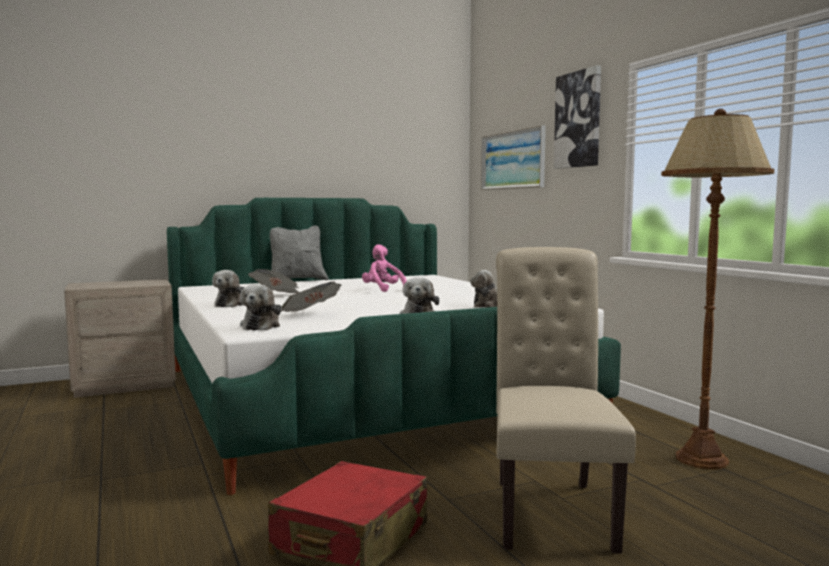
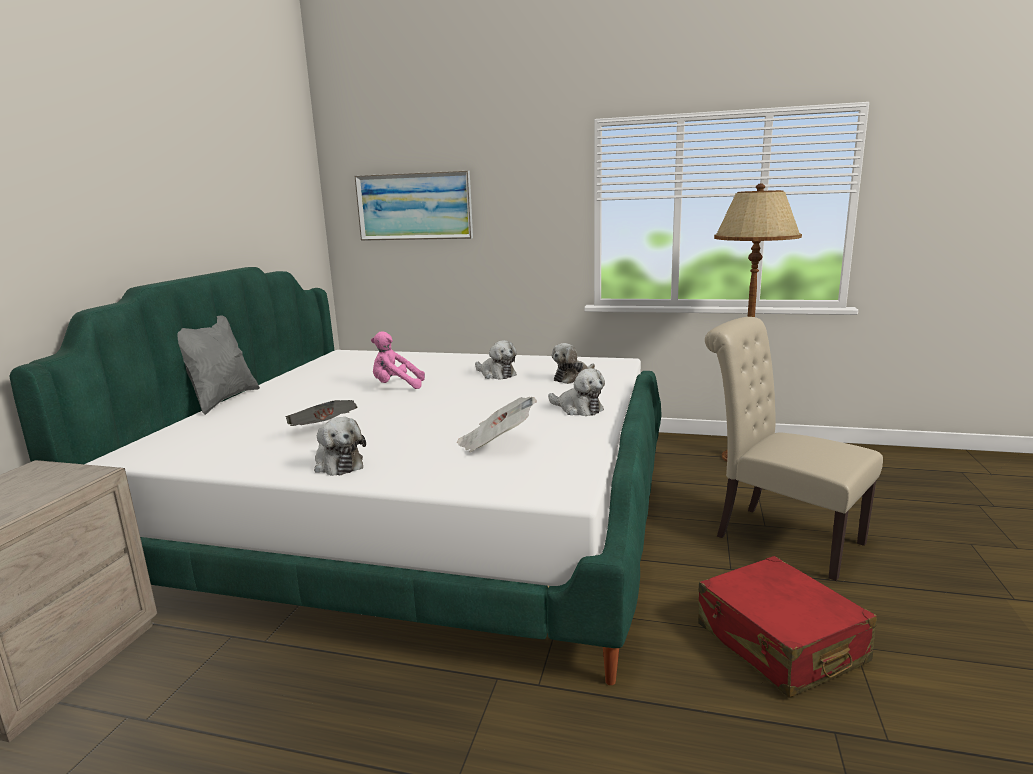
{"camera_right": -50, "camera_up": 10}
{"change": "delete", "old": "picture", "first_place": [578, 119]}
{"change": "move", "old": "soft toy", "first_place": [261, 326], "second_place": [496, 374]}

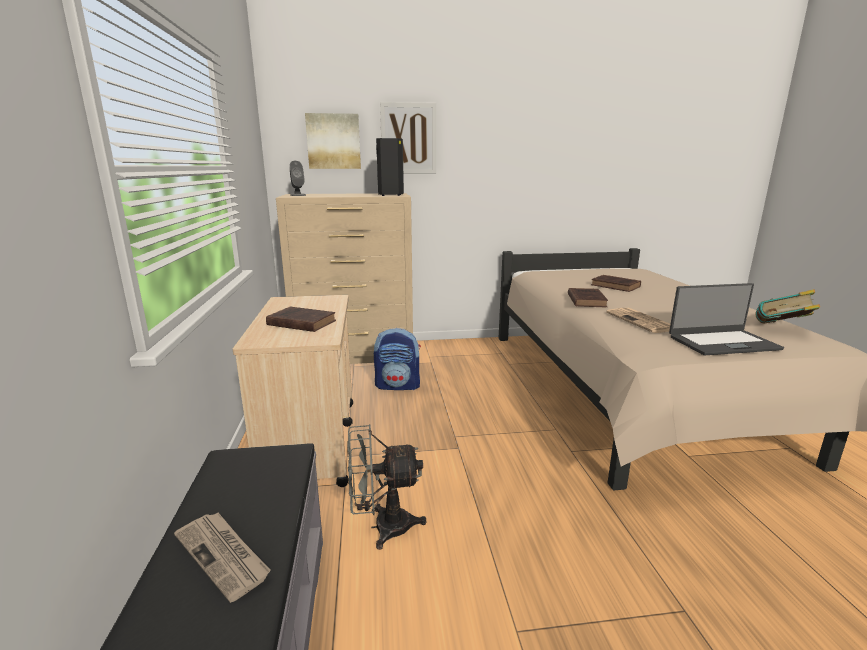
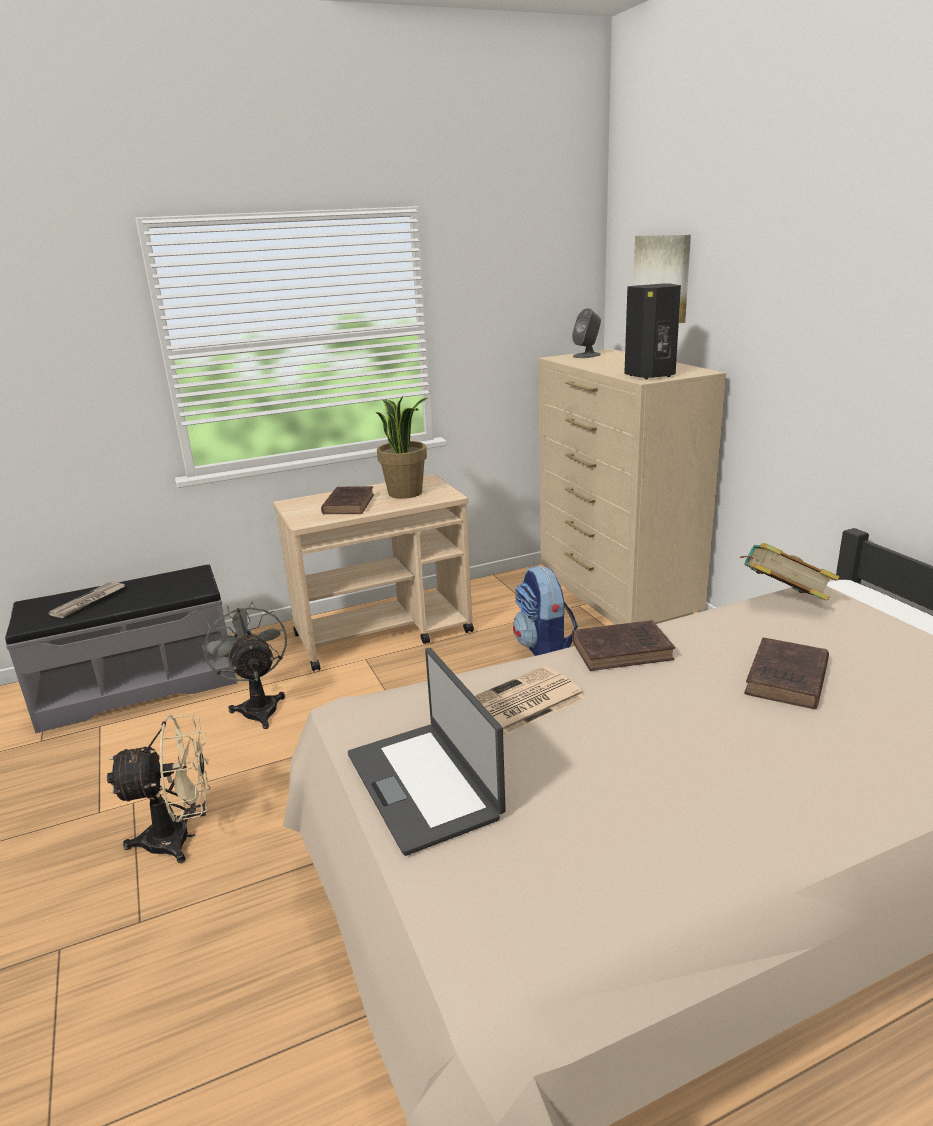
{"camera_right": 75, "camera_up": 5}
{"change": "delete", "old": "picture", "first_place": [408, 139]}
{"change": "insert", "new": "fan in sand-coloured", "second_place": [180, 838]}
{"change": "insert", "new": "potted plant", "second_place": [406, 493]}
{"change": "move", "old": "volume", "first_place": [781, 330], "second_place": [782, 600]}

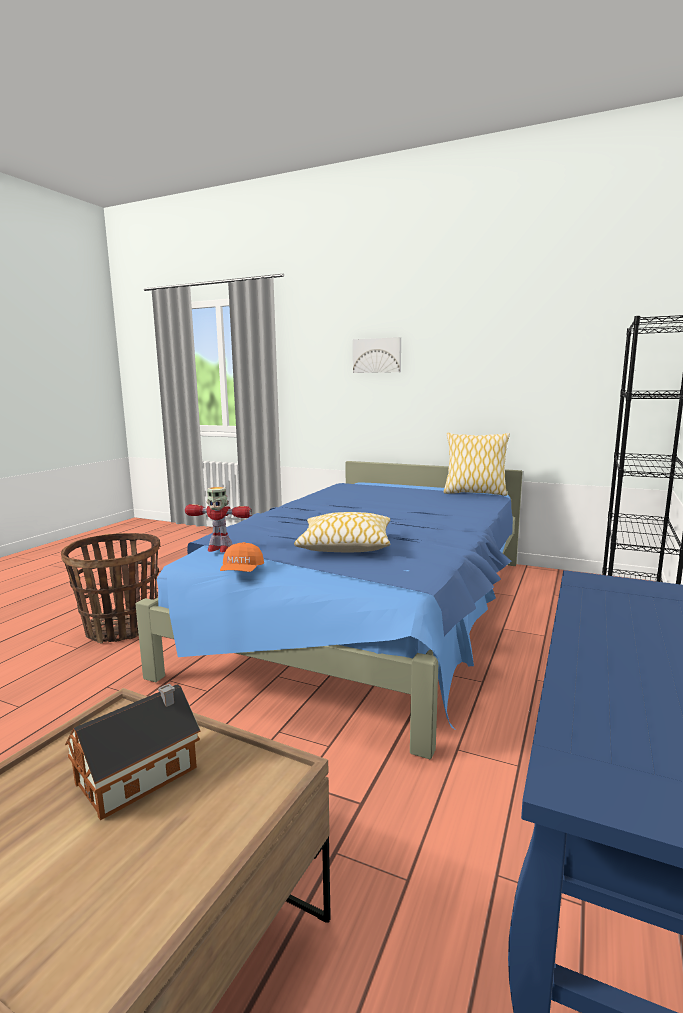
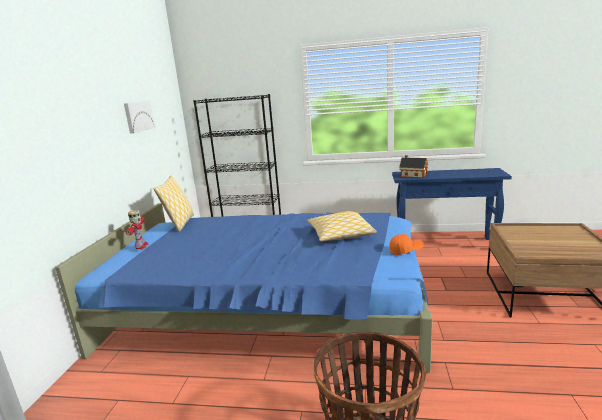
{"camera_right": -105, "camera_up": 5}
{"change": "move", "old": "model house", "first_place": [142, 773], "second_place": [412, 175]}
{"change": "move", "old": "robot figure", "first_place": [219, 549], "second_place": [141, 246]}
{"change": "move", "old": "picture", "first_place": [377, 355], "second_place": [138, 116]}

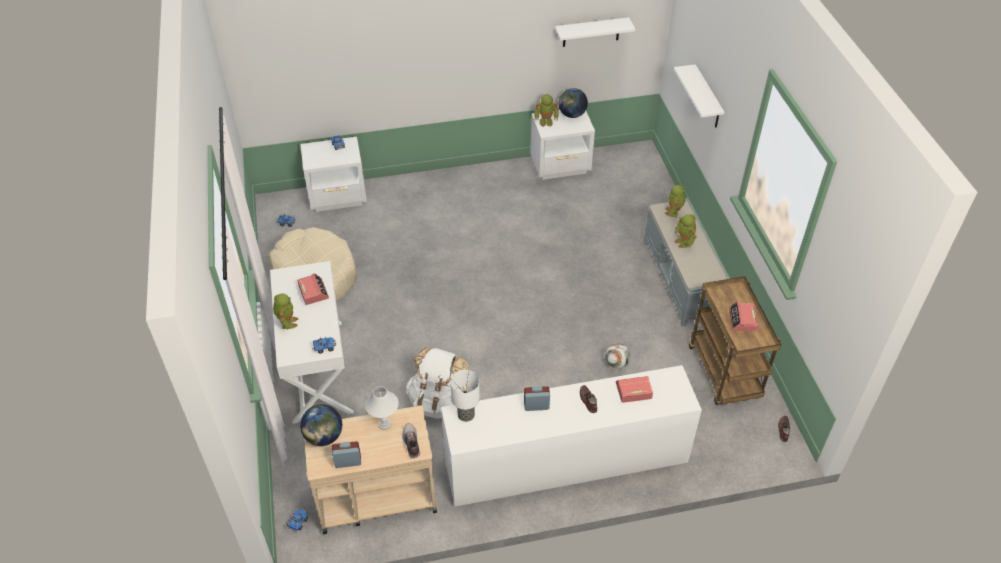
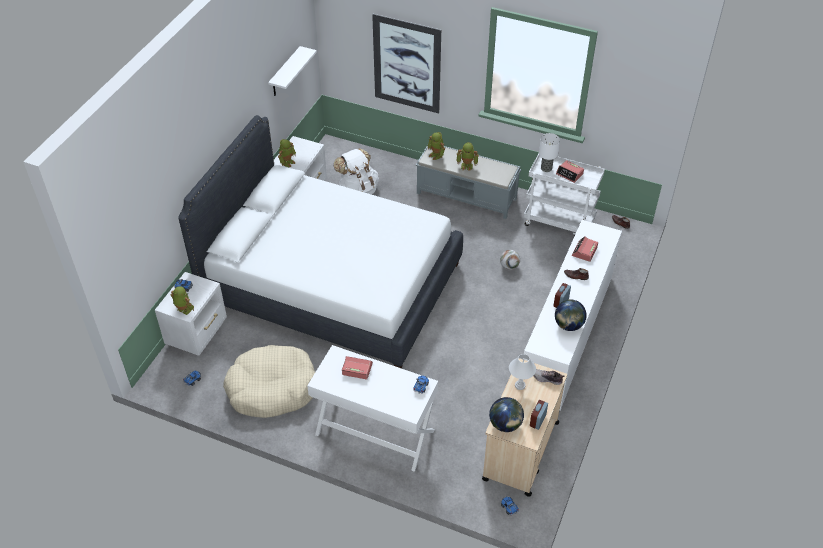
{"camera_right": -55, "camera_up": 0}
{"change": "insert", "new": "bed in white", "second_place": [332, 283]}
{"change": "move", "old": "robot figure", "first_place": [287, 322], "second_place": [183, 310]}
{"change": "move", "old": "rucksack in white", "first_place": [438, 401], "second_place": [358, 189]}
{"change": "move", "old": "table lamp", "first_place": [466, 415], "second_place": [546, 168]}
{"change": "move", "old": "world globe", "first_place": [572, 115], "second_place": [568, 325]}
{"change": "replace", "old": "bracket shelf in white", "new": "picture", "first_place": [707, 98], "second_place": [407, 64]}
{"change": "recolor", "old": "cart in brown-coloured", "new": "cart in white", "first_place": [725, 373], "second_place": [559, 222]}

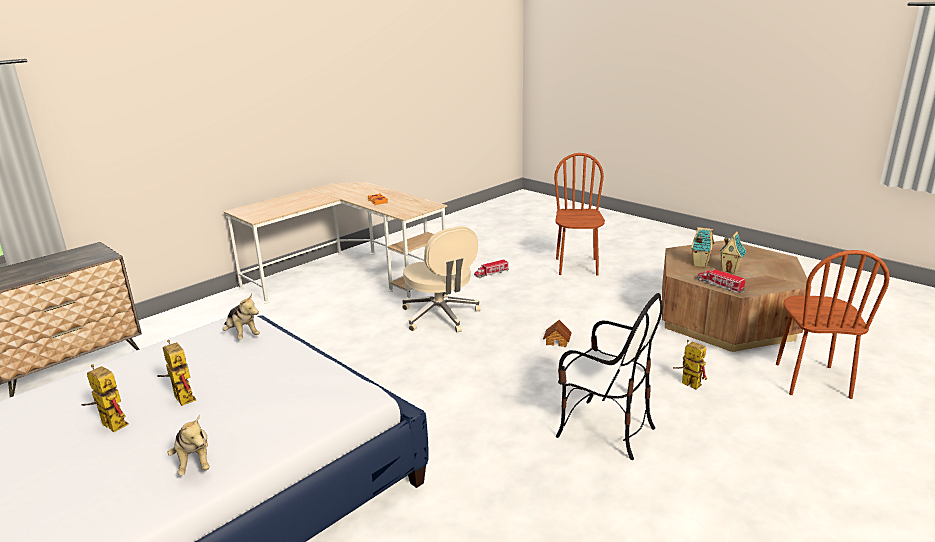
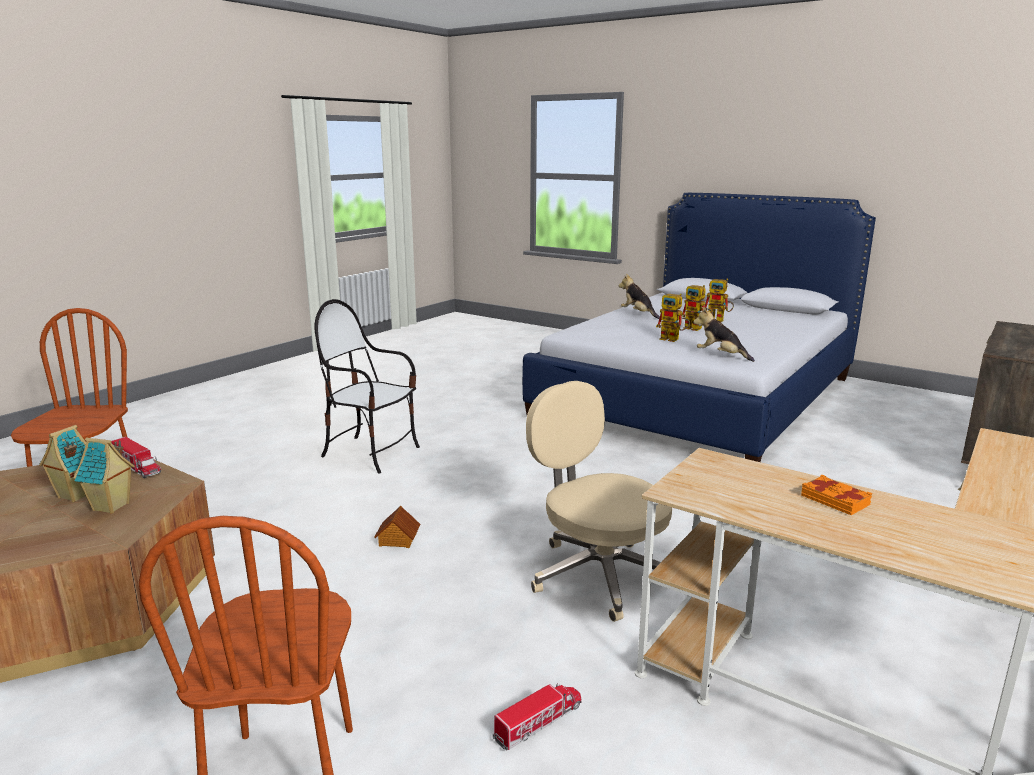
{"camera_right": 170, "camera_up": -5}
{"change": "move", "old": "robot figure", "first_place": [686, 383], "second_place": [673, 339]}

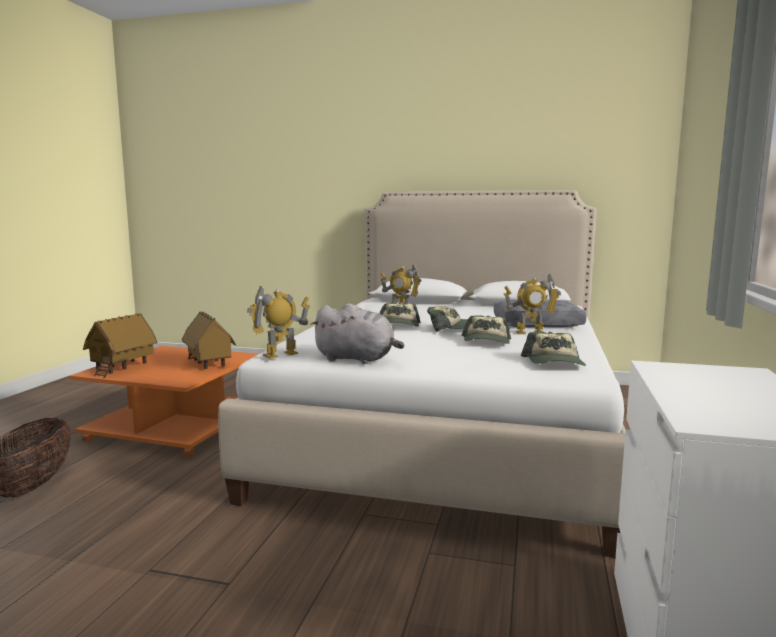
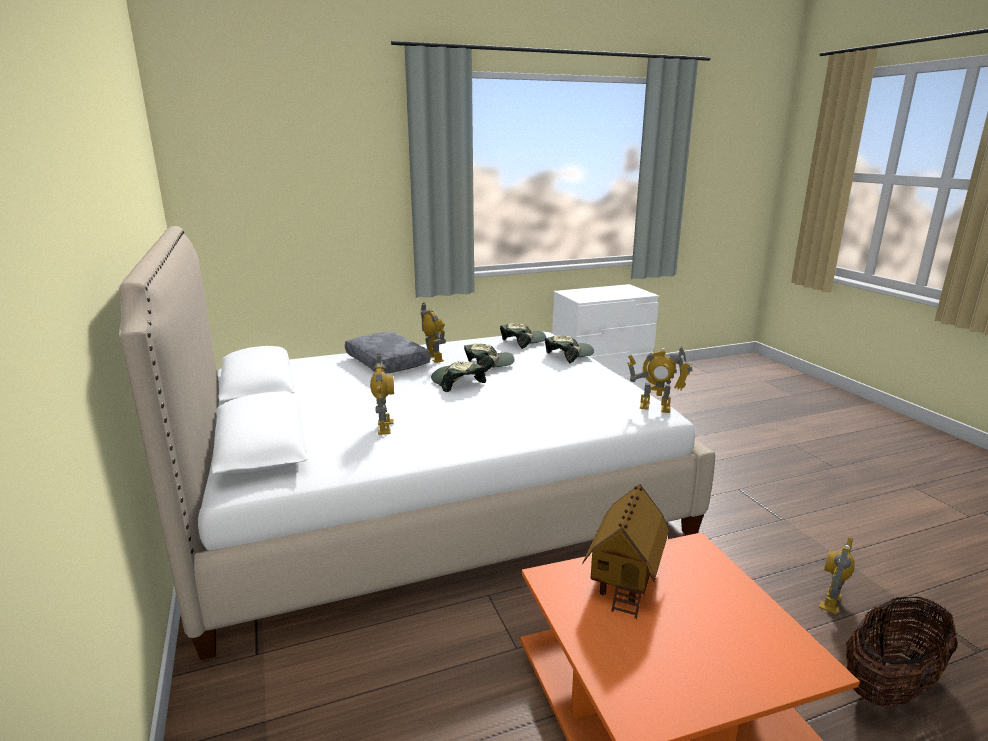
{"camera_right": -125, "camera_up": 10}
{"change": "delete", "old": "model house", "first_place": [122, 368]}
{"change": "delete", "old": "soft toy in grey", "first_place": [357, 359]}
{"change": "insert", "new": "robot figure", "second_place": [831, 602]}
{"change": "move", "old": "cap", "first_place": [399, 325], "second_place": [569, 355]}

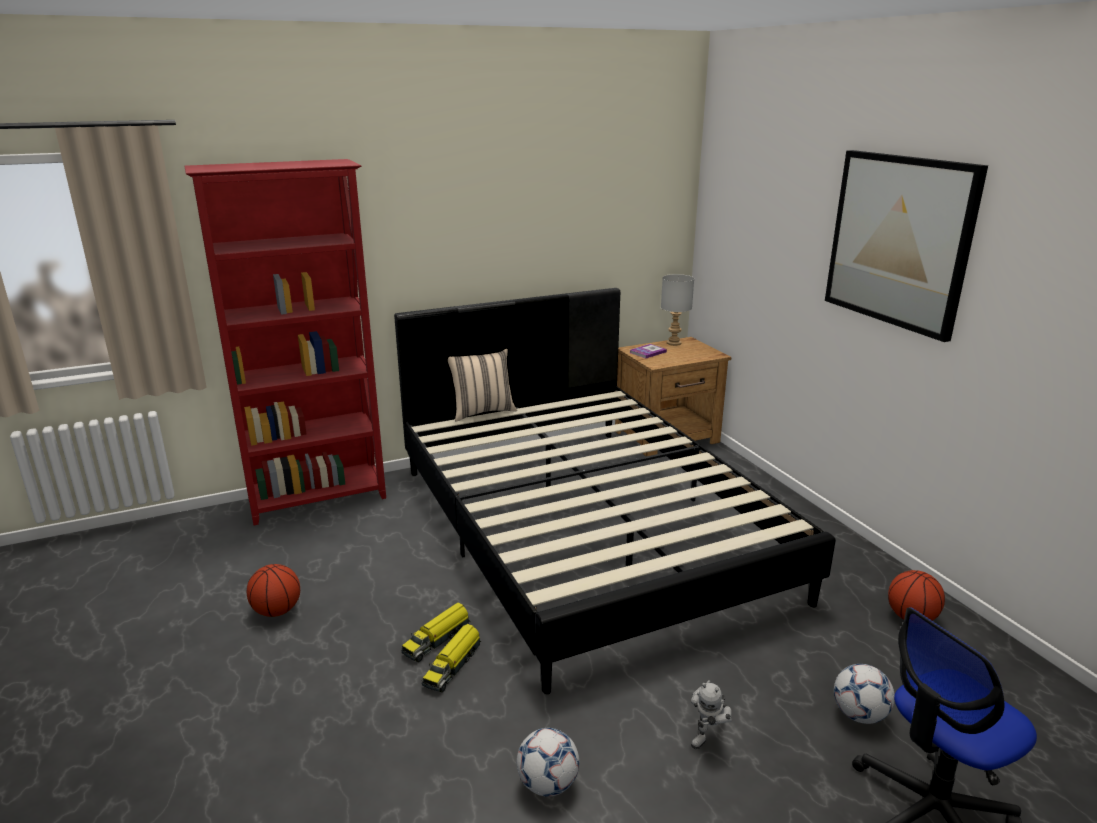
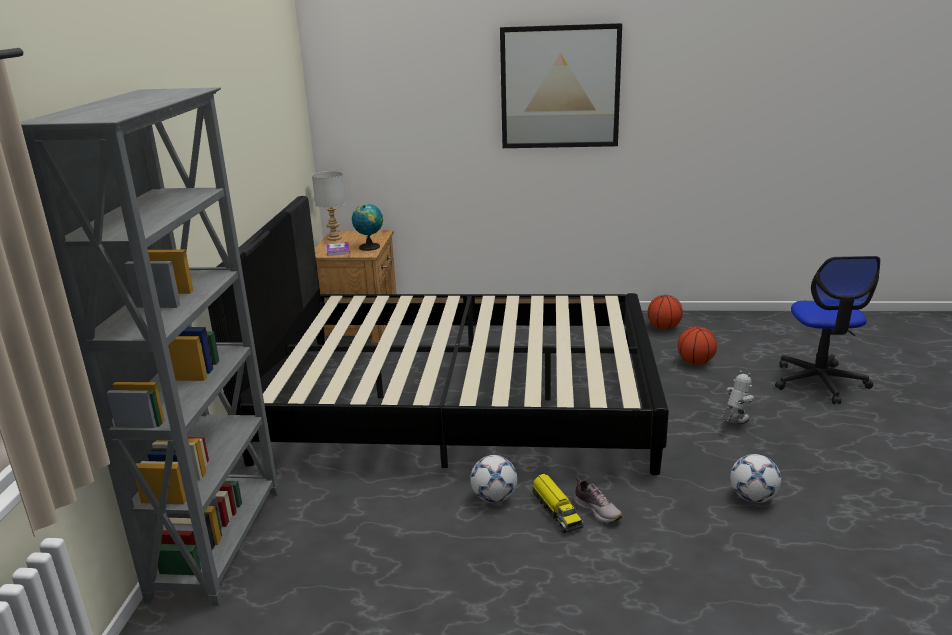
{"camera_right": -60, "camera_up": 0}
{"change": "delete", "old": "pillow in sand-coloured", "first_place": [482, 412]}
{"change": "insert", "new": "world globe", "second_place": [369, 246]}
{"change": "move", "old": "basketball ball", "first_place": [277, 611], "second_place": [695, 362]}
{"change": "move", "old": "football", "first_place": [859, 714], "second_place": [494, 498]}
{"change": "replace", "old": "toy truck", "new": "shoe", "first_place": [453, 665], "second_place": [597, 510]}
{"change": "recolor", "old": "bookcase in red", "new": "bookcase in grey", "first_place": [319, 499], "second_place": [220, 541]}
{"change": "rotate", "old": "robot figure", "first_place": [709, 736], "second_place": [734, 424], "degrees": -105}

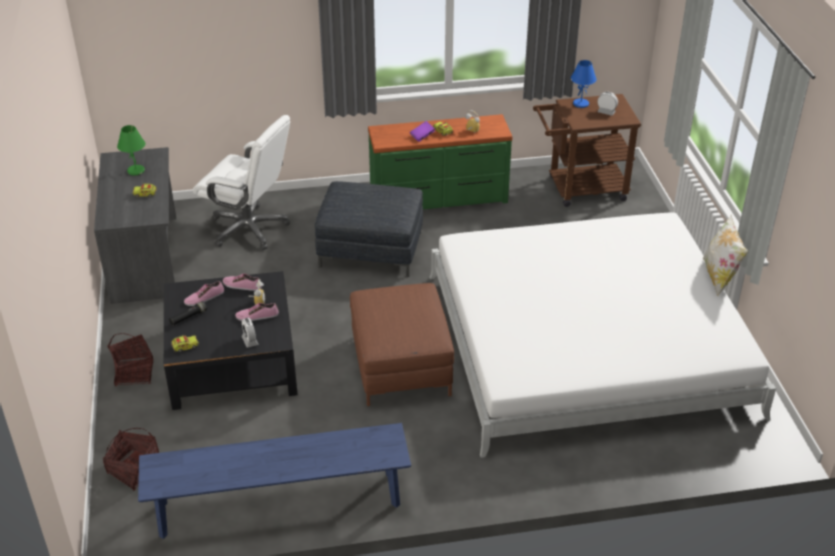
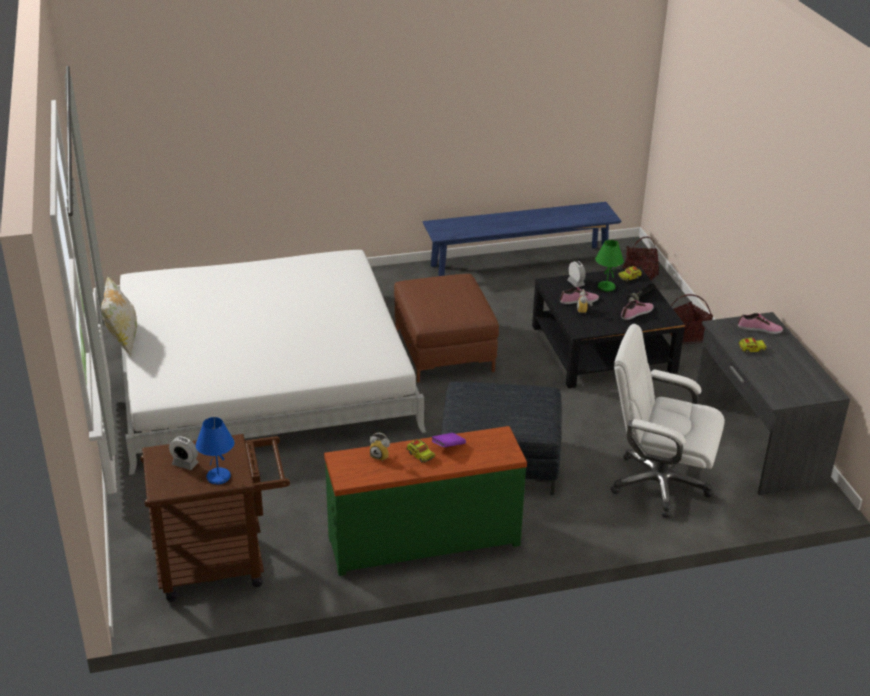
{"camera_right": 175, "camera_up": -5}
{"change": "move", "old": "table lamp in green", "first_place": [136, 171], "second_place": [606, 287]}
{"change": "move", "old": "shoe", "first_place": [242, 285], "second_place": [759, 329]}

